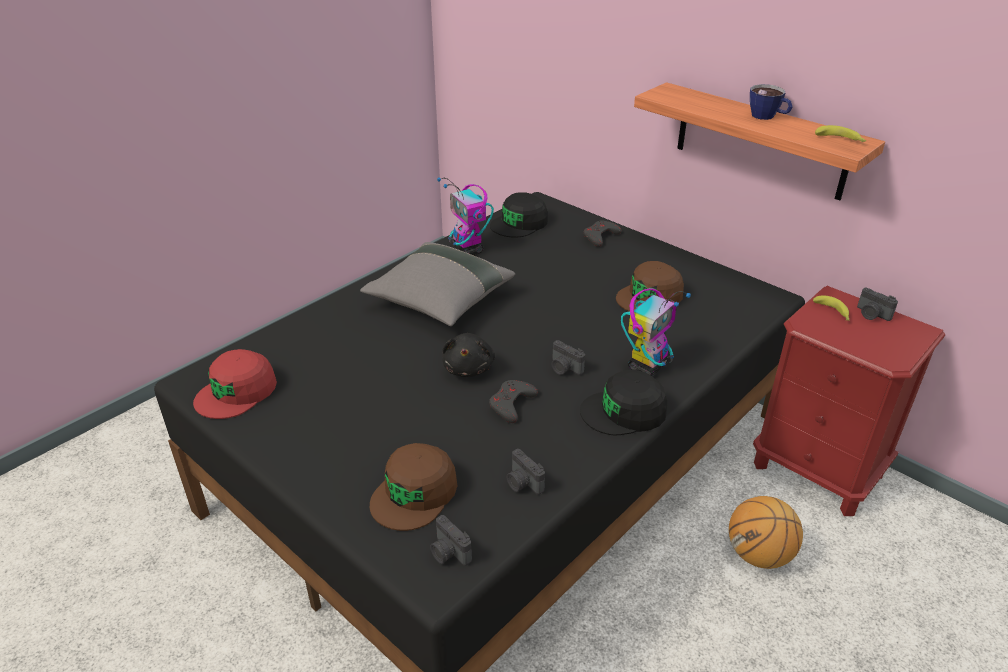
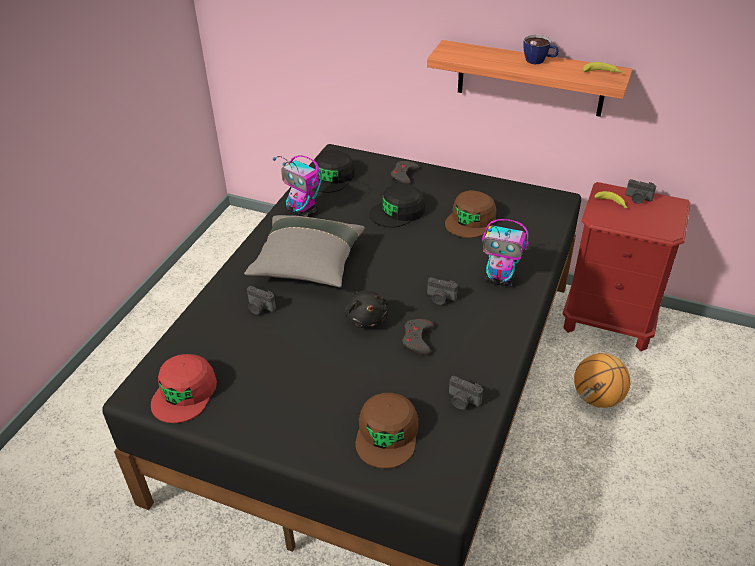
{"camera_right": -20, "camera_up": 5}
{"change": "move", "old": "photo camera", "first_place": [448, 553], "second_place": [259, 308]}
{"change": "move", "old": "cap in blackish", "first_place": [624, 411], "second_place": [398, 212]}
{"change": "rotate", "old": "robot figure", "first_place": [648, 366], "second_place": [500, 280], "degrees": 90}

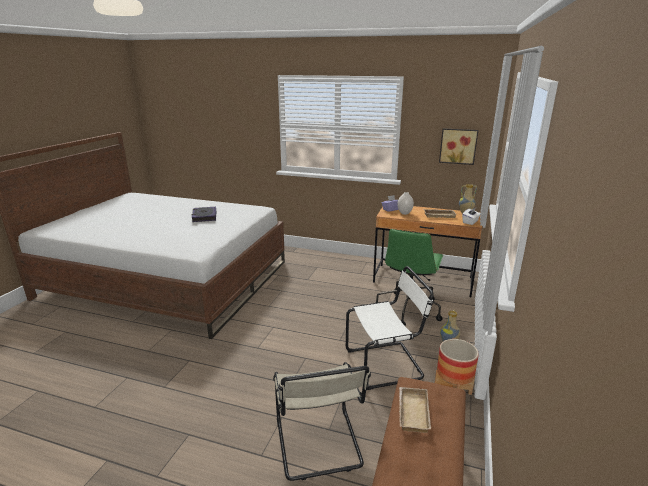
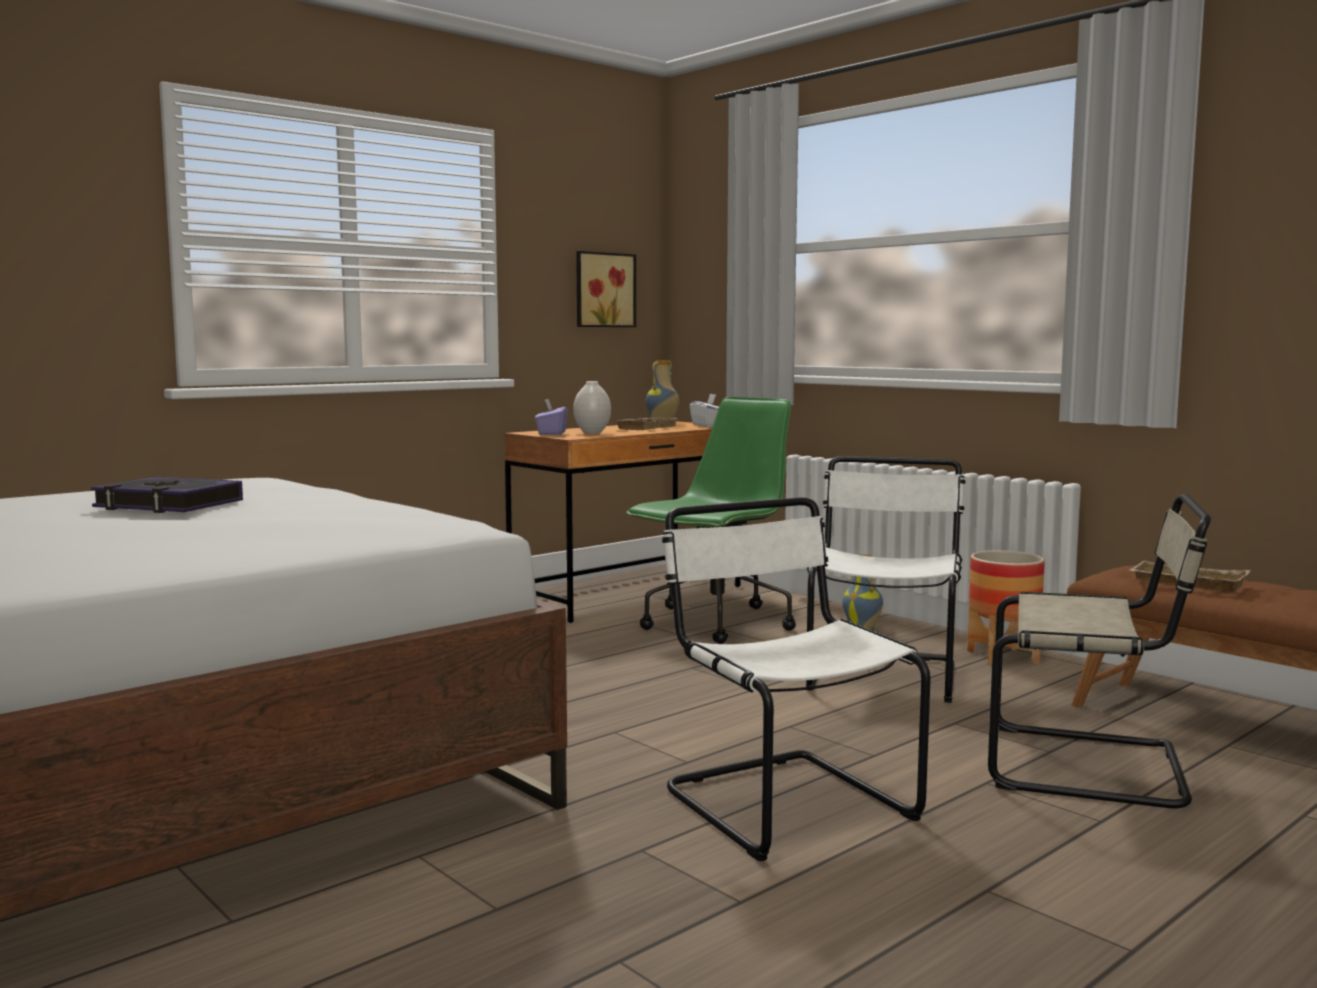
{"camera_right": -60, "camera_up": -15}
{"change": "insert", "new": "plain chair in white", "second_place": [783, 801]}
{"change": "rotate", "old": "office chair in green", "first_place": [408, 308], "second_place": [715, 624], "degrees": -105}

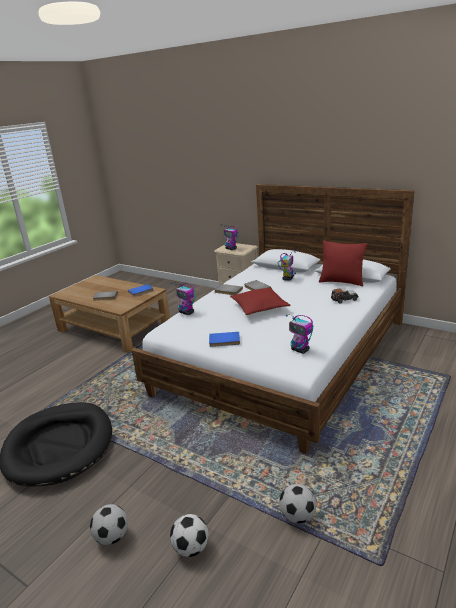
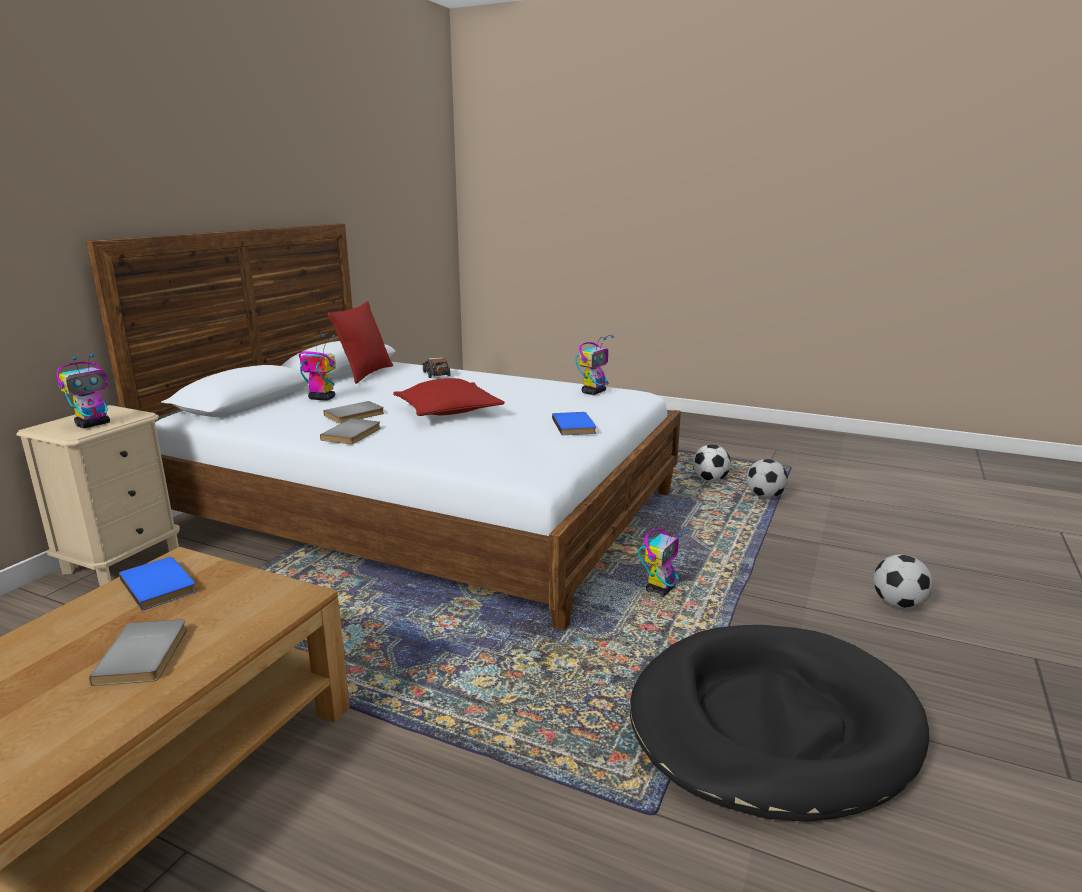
{"camera_right": -100, "camera_up": -5}
{"change": "move", "old": "robot figure", "first_place": [187, 313], "second_place": [660, 589]}
{"change": "move", "old": "football", "first_place": [191, 548], "second_place": [710, 480]}

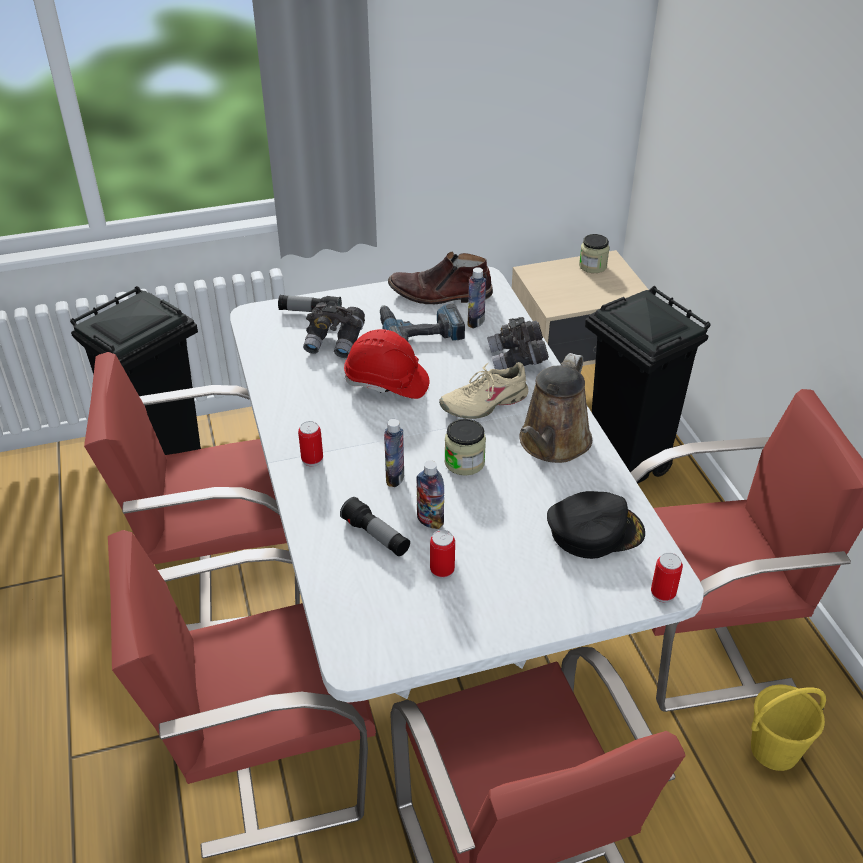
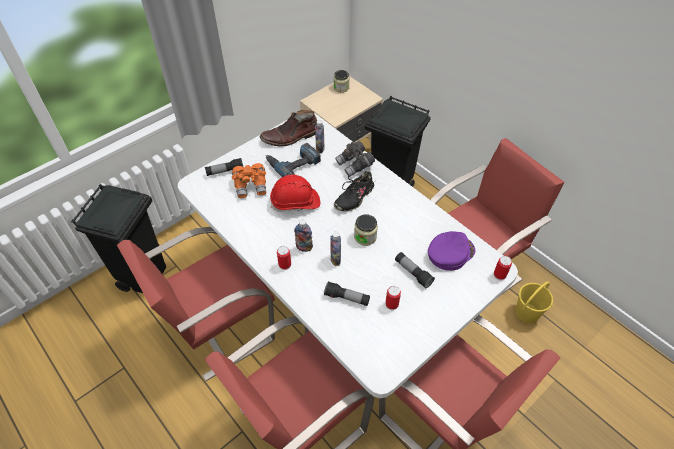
{"camera_right": -25, "camera_up": 10}
{"change": "delete", "old": "watering pot in brown-coloured", "first_place": [552, 444]}
{"change": "insert", "new": "torch", "second_place": [413, 273]}
{"change": "move", "old": "drink bottle", "first_place": [430, 520], "second_place": [304, 247]}
{"change": "recolor", "old": "pair of binoculars in grey", "new": "pair of binoculars in orangey", "first_place": [335, 342], "second_place": [251, 186]}
{"change": "recolor", "old": "shoe in sand-coloured", "new": "shoe in blackish", "first_place": [484, 403], "second_place": [354, 197]}
{"change": "recolor", "old": "cap in blackish", "new": "cap in purple-coloured", "first_place": [594, 530], "second_place": [450, 252]}

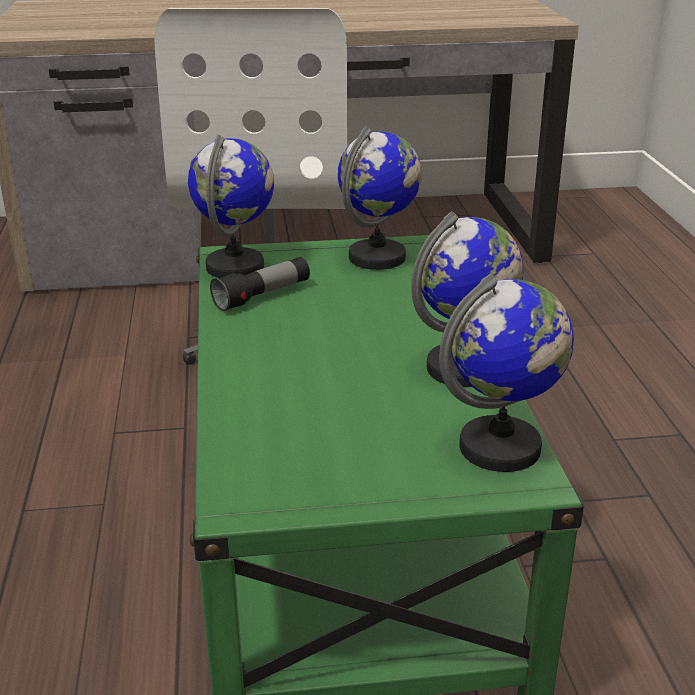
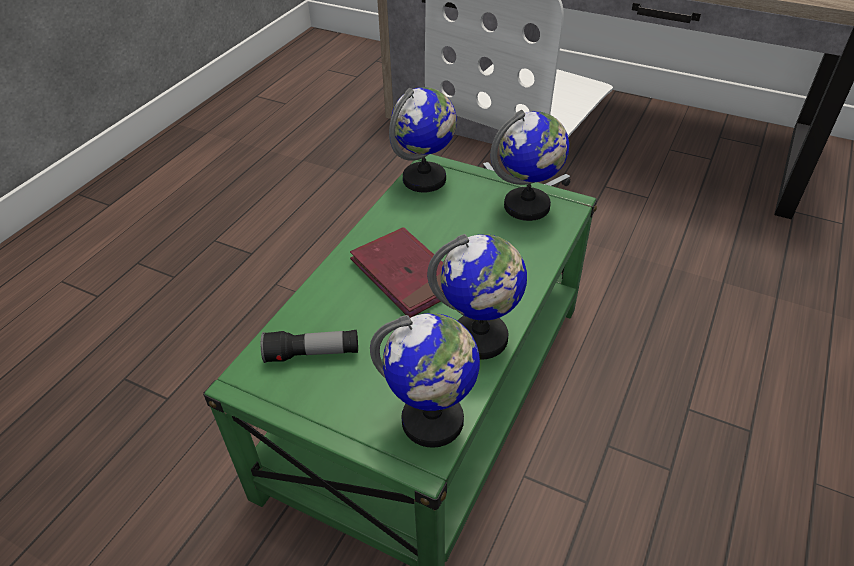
{"camera_right": 35, "camera_up": 15}
{"change": "insert", "new": "volume in red", "second_place": [406, 275]}
{"change": "move", "old": "torch", "first_place": [262, 296], "second_place": [312, 354]}

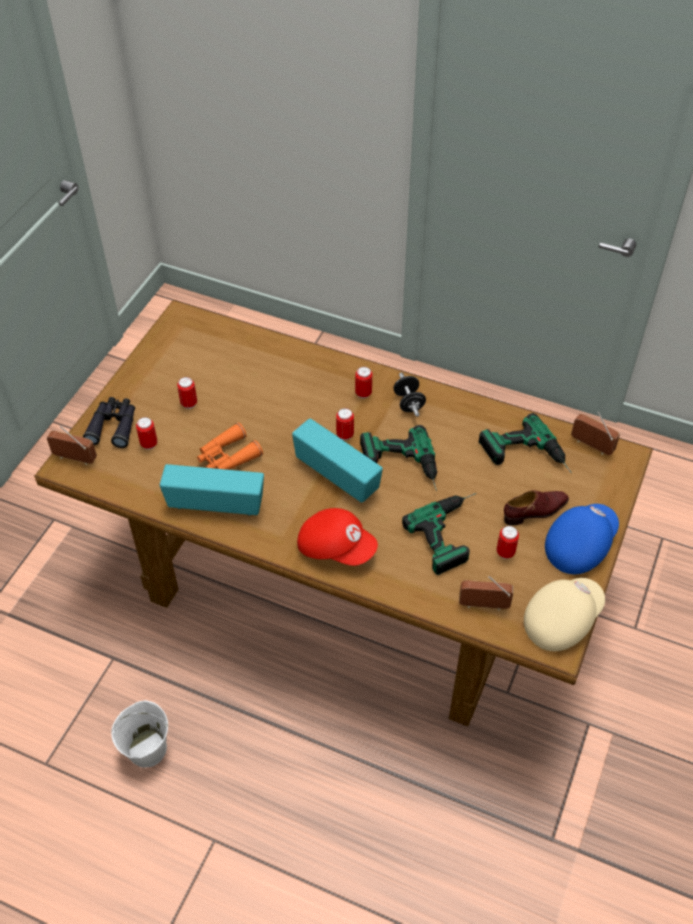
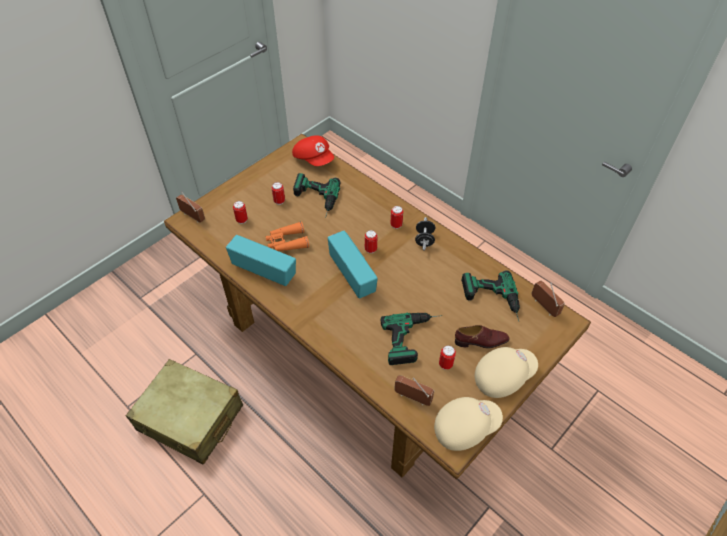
{"camera_right": 20, "camera_up": 0}
{"change": "delete", "old": "pair of binoculars in blackish", "first_place": [113, 426]}
{"change": "move", "old": "cap in red", "first_place": [336, 547], "second_place": [314, 159]}
{"change": "move", "old": "electric drill", "first_place": [401, 467], "second_place": [314, 200]}
{"change": "replace", "old": "pail in white", "new": "piece of luggage in sand-coloured", "first_place": [147, 748], "second_place": [190, 418]}
{"change": "recolor", "old": "cap in bluish", "new": "cap in sand-coloured", "first_place": [579, 545], "second_place": [503, 376]}

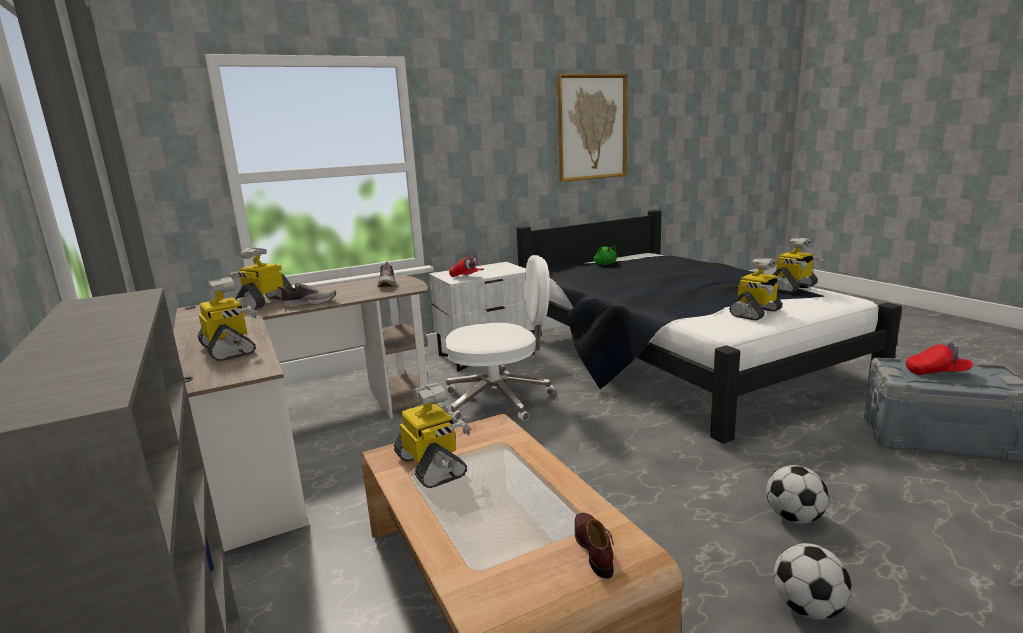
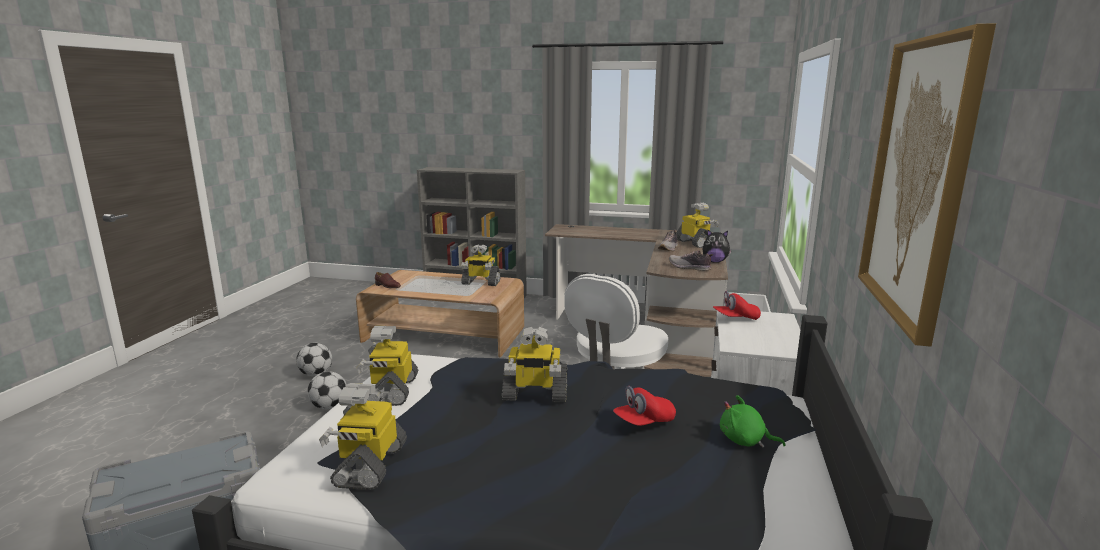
{"camera_right": 130, "camera_up": 0}
{"change": "insert", "new": "soft toy", "second_place": [715, 261]}
{"change": "move", "old": "robot figure", "first_place": [229, 349], "second_place": [534, 394]}
{"change": "move", "old": "cap in red", "first_place": [936, 373], "second_place": [644, 422]}

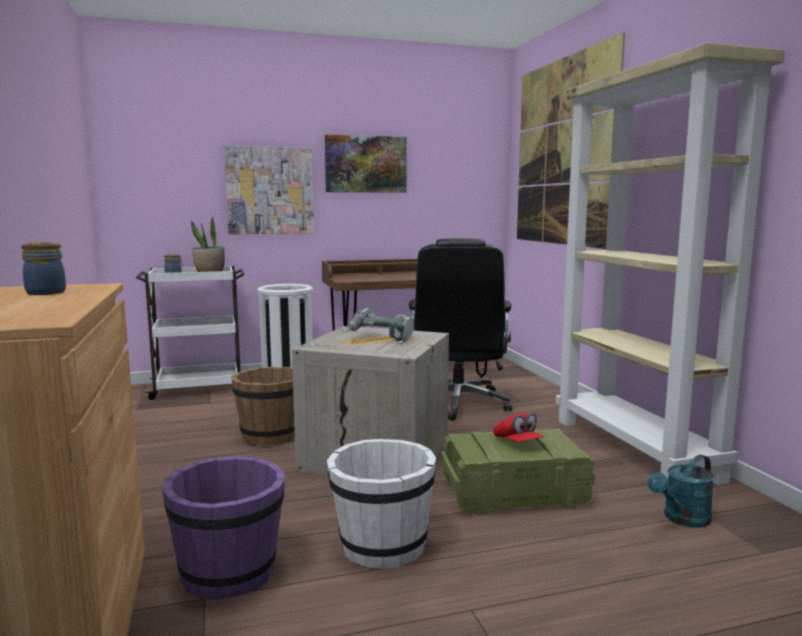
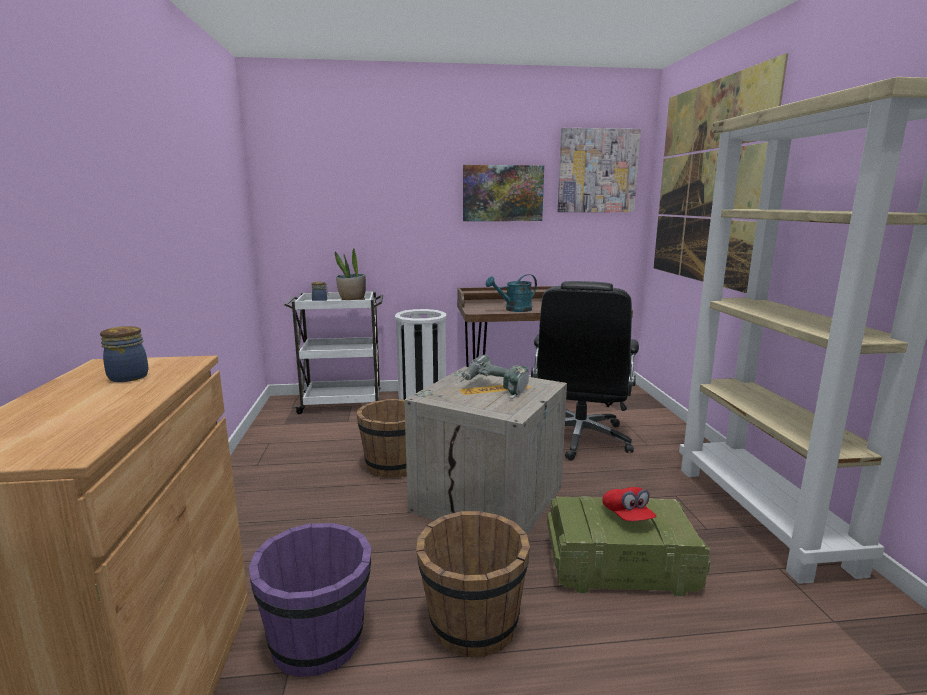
{"camera_right": 10, "camera_up": 5}
{"change": "move", "old": "picture", "first_place": [270, 190], "second_place": [597, 171]}
{"change": "move", "old": "watering pot in turquoise", "first_place": [682, 519], "second_place": [514, 310]}
{"change": "recolor", "old": "pail in white", "new": "pail in brown-coloured", "first_place": [382, 546], "second_place": [472, 624]}

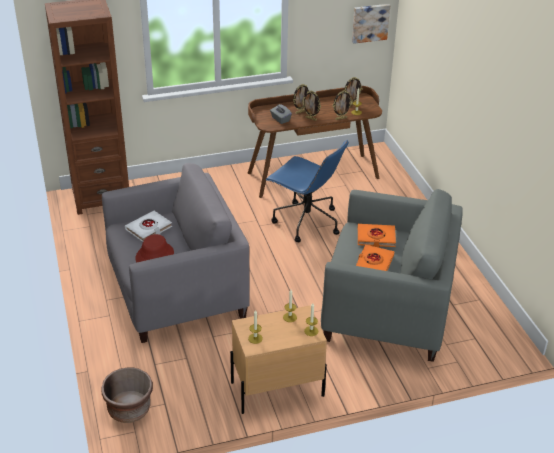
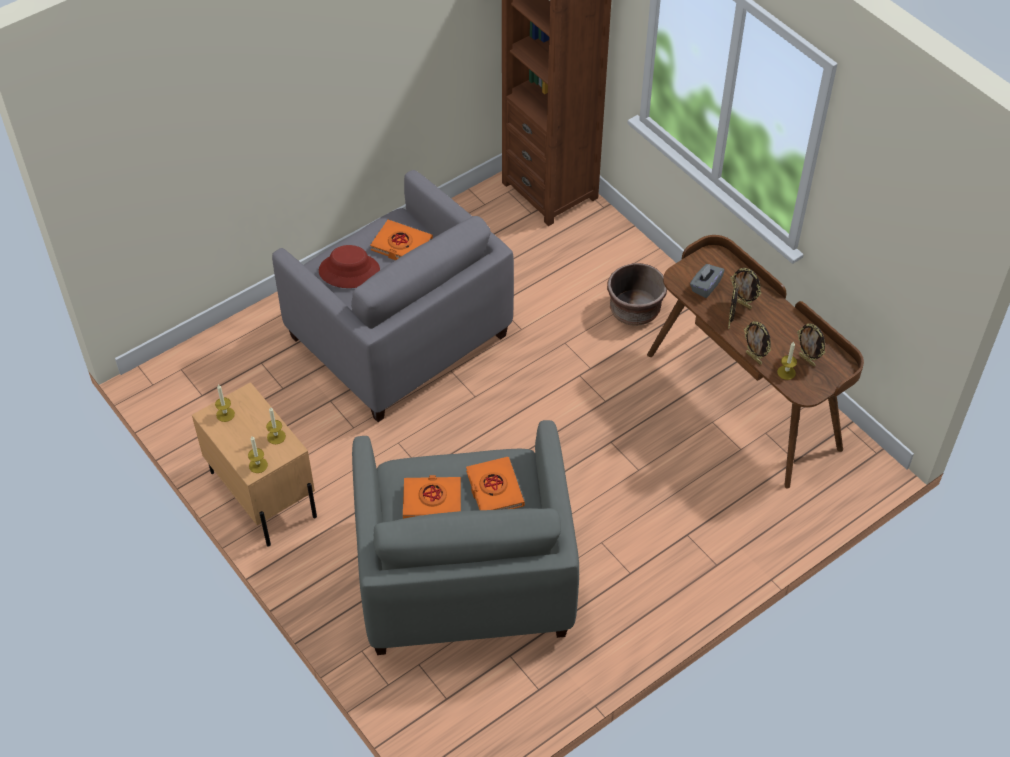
{"camera_right": 70, "camera_up": 15}
{"change": "delete", "old": "office chair in bluish", "first_place": [305, 222]}
{"change": "delete", "old": "picture", "first_place": [370, 22]}
{"change": "move", "old": "flower pot in brown-coloured", "first_place": [129, 409], "second_place": [634, 310]}
{"change": "recolor", "old": "volume in white", "new": "volume in orangey", "first_place": [149, 229], "second_place": [401, 245]}

